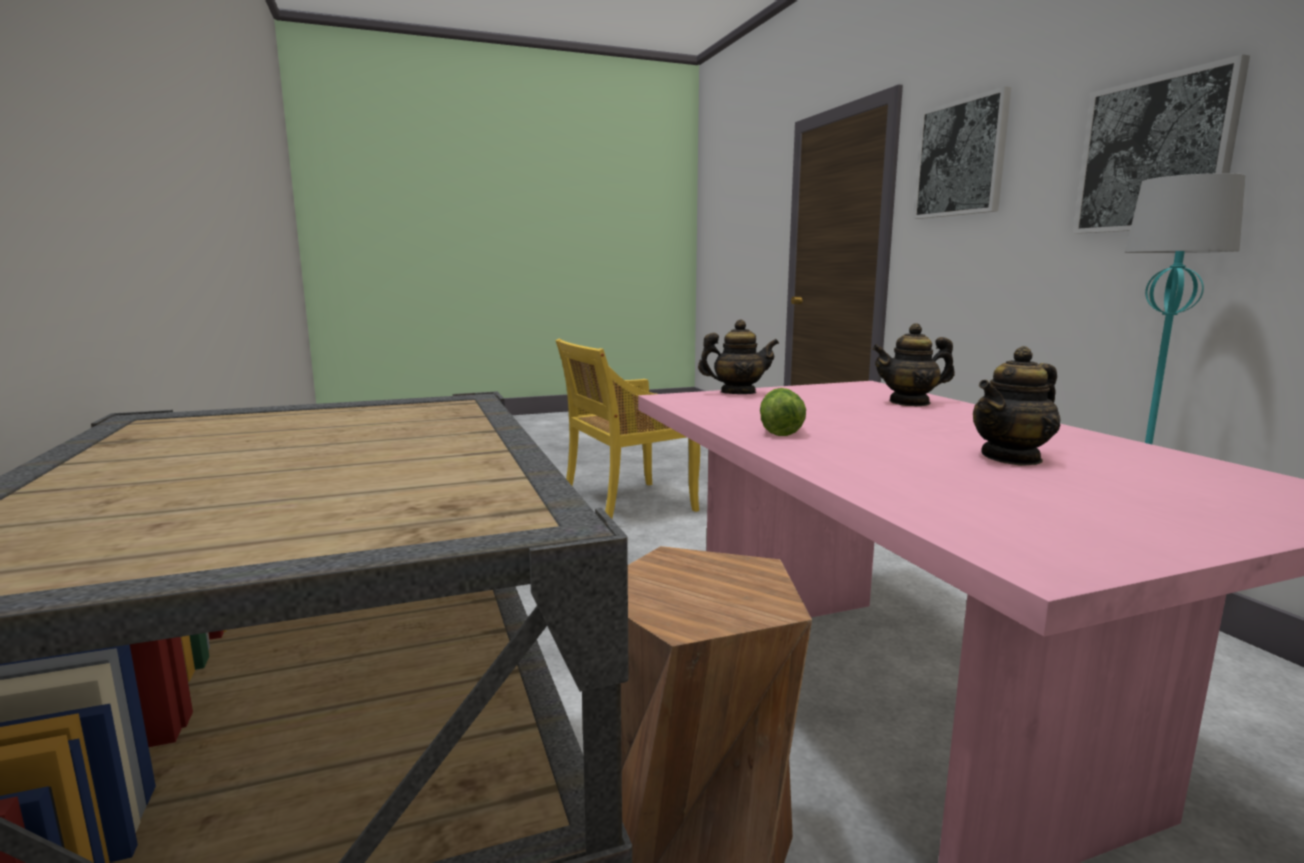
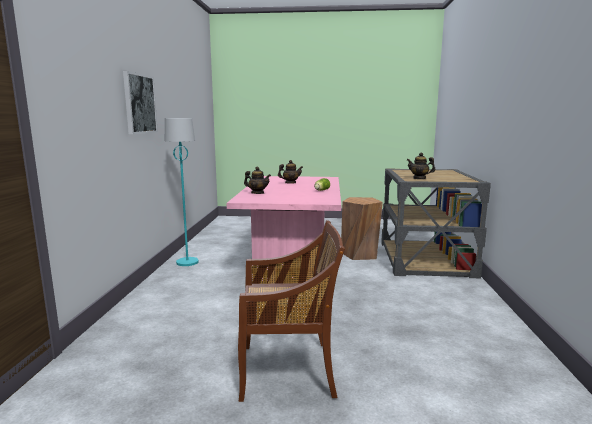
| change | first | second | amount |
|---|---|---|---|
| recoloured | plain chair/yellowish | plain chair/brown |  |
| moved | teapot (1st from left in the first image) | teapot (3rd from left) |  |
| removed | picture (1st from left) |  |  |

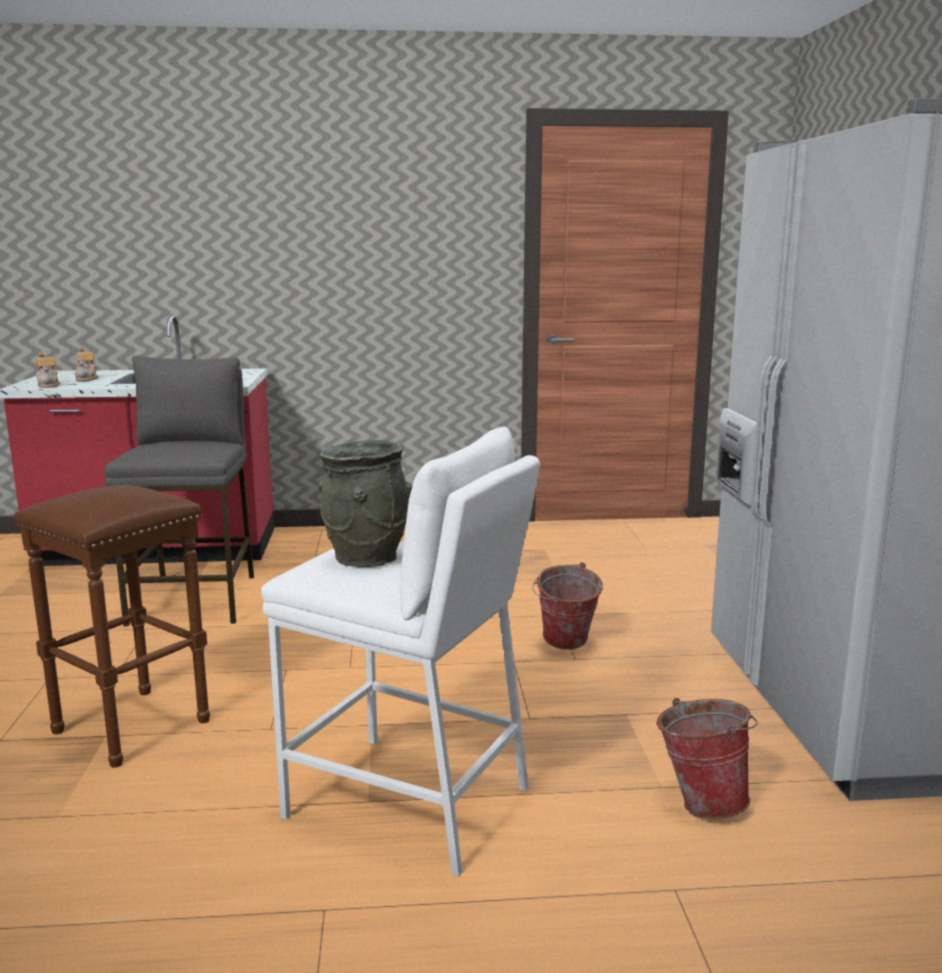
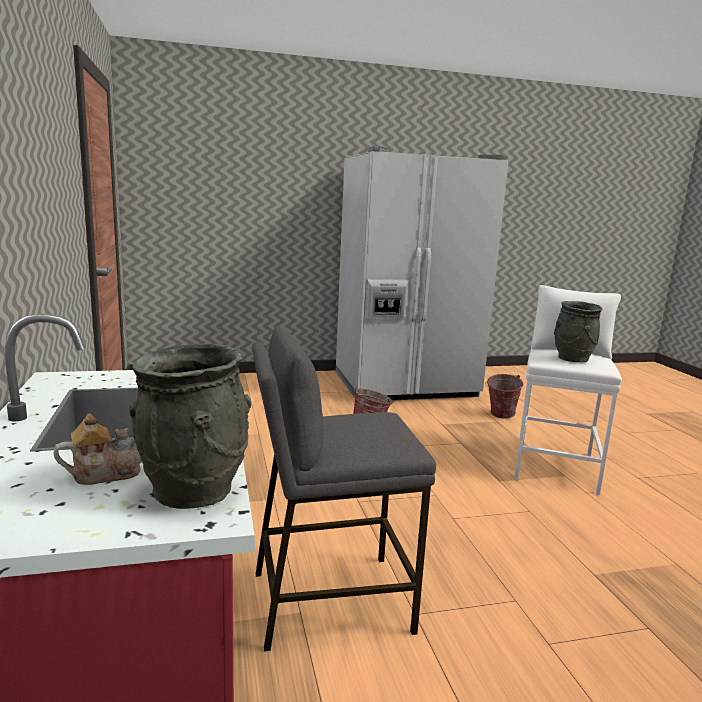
| change | first | second | amount |
|---|---|---|---|
| replaced | teapot (1st from left) | decorative vase/gray (1st from left) |  |
| removed | sitting stool/brown |  |  |

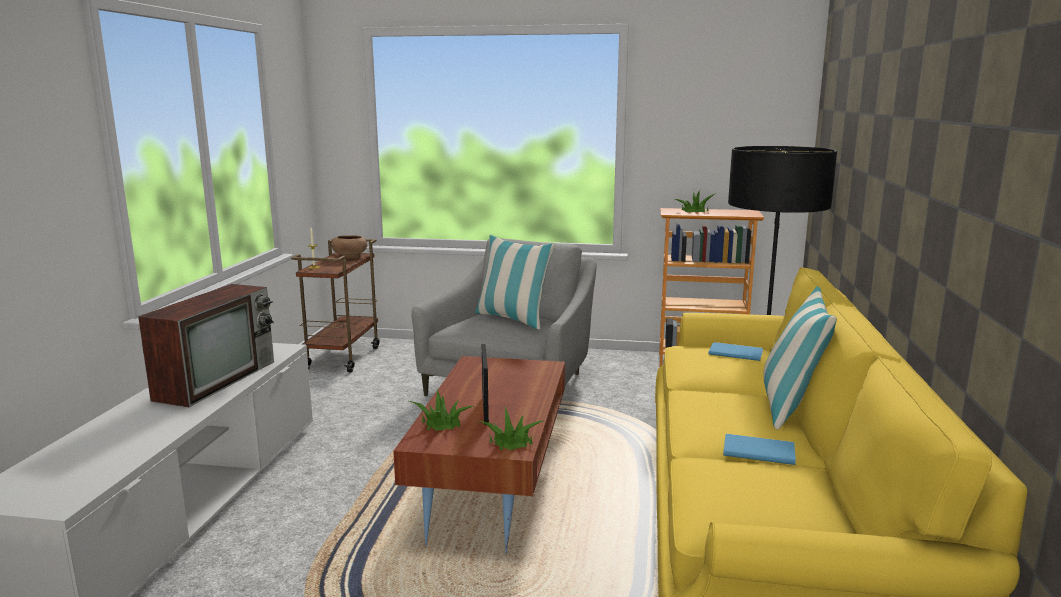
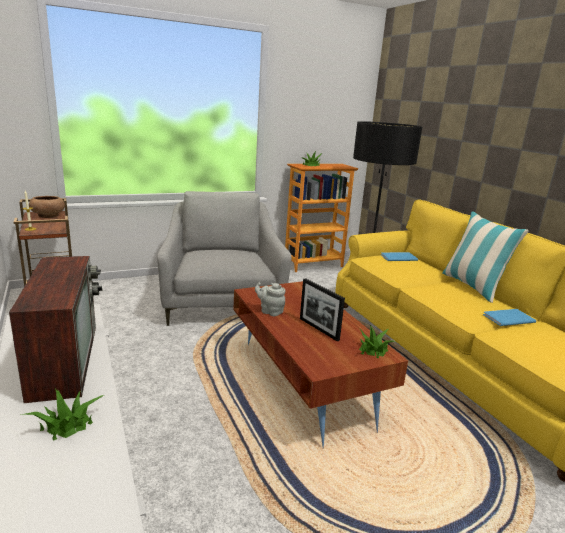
| change | first | second | amount |
|---|---|---|---|
| moved | plant in a pot (1st from left) |  |  |
| added |  | teapot/gray |  |
| removed | throw pillow (1st from left) |  |  |

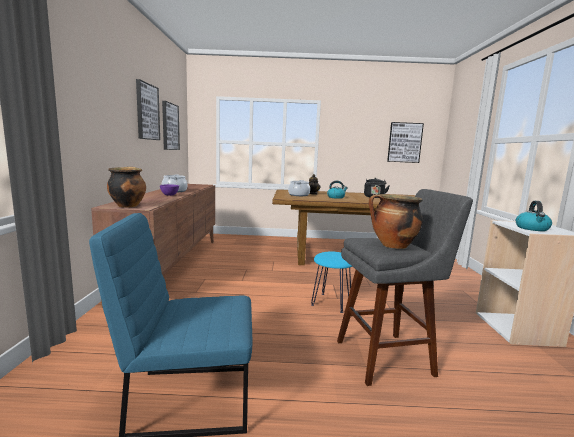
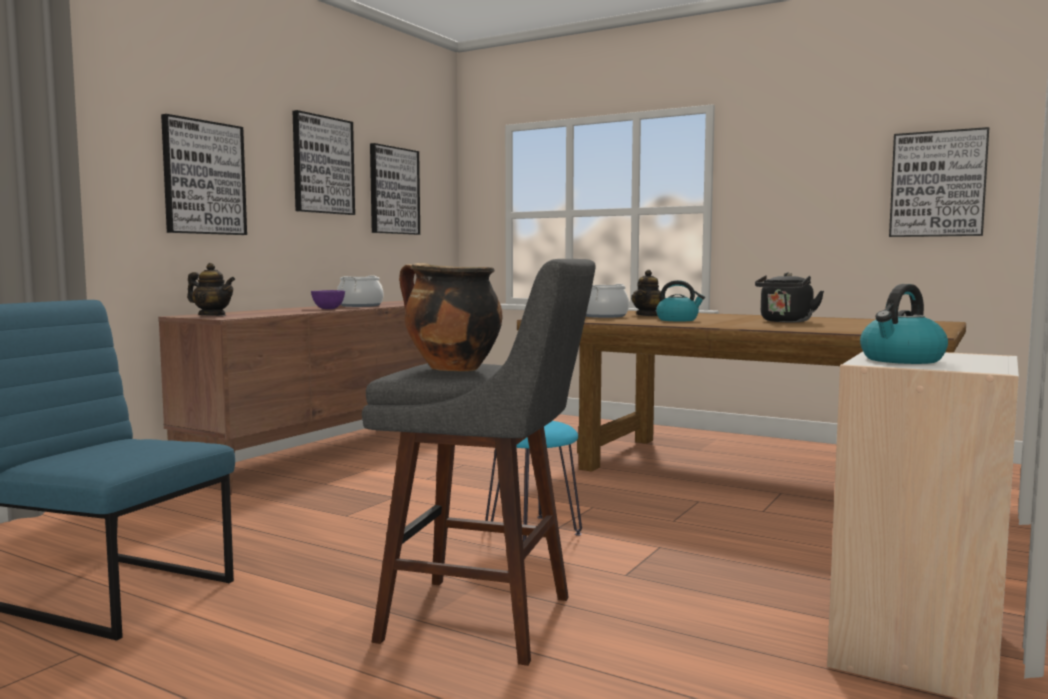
| change | first | second | amount |
|---|---|---|---|
| added |  | picture (1st from left) |  |
| replaced | stockpot (1st from left) | teapot (1st from left) |  |

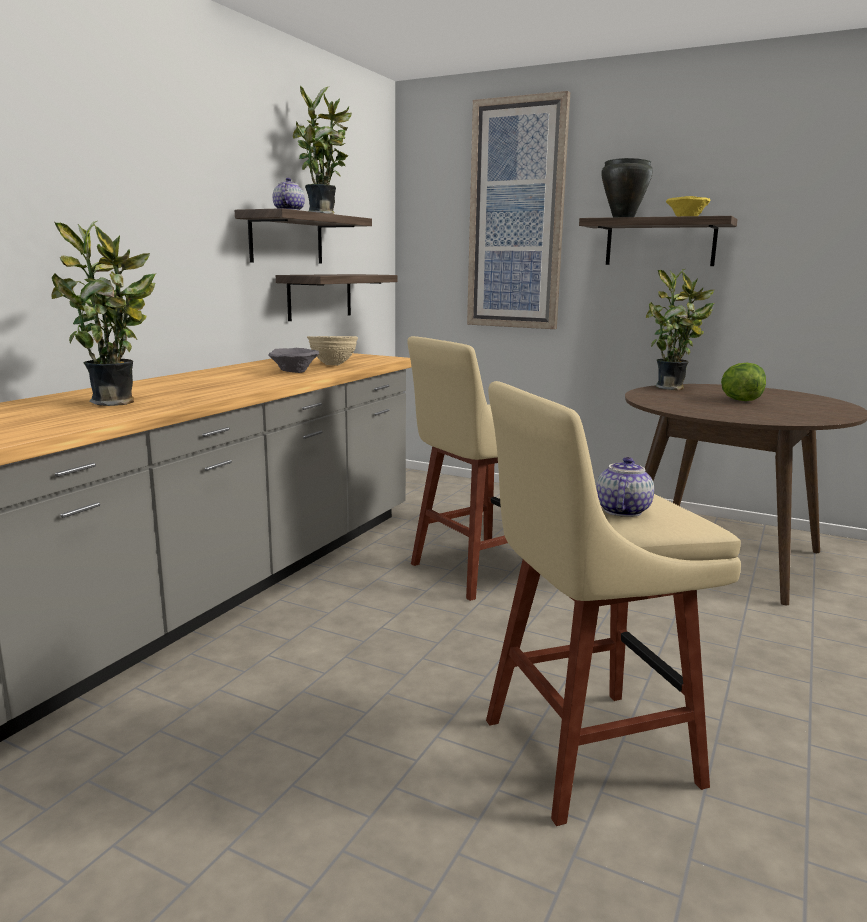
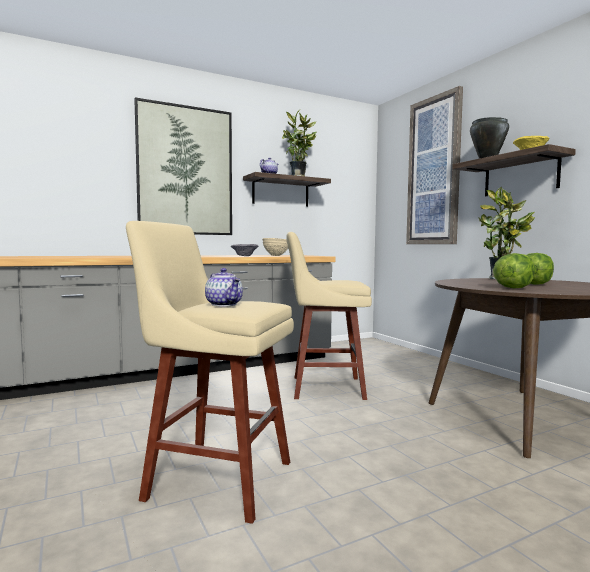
| change | first | second | amount |
|---|---|---|---|
| added |  | picture (1st from left) |  |
| turned | teapot (2nd from left in the first image) | teapot (1st from left) | 90 degrees clockwise |
| added |  | lettuce (1st from left) |  |
| removed | plant in a pot (1st from left) |  |  |
| removed | bracket shelf (2nd from left) |  |  |

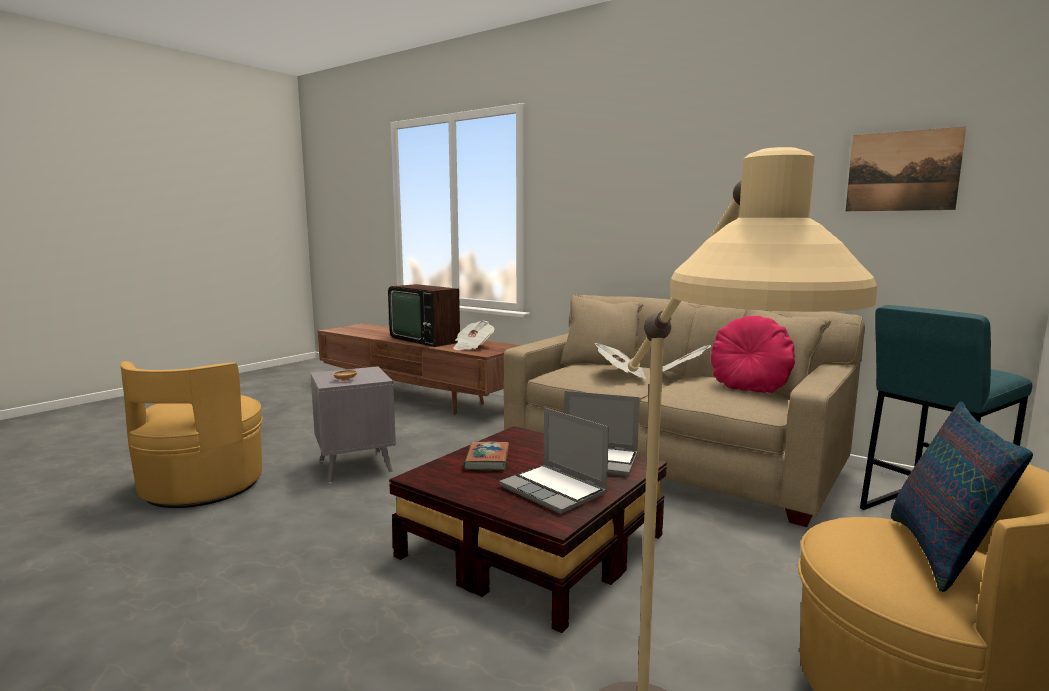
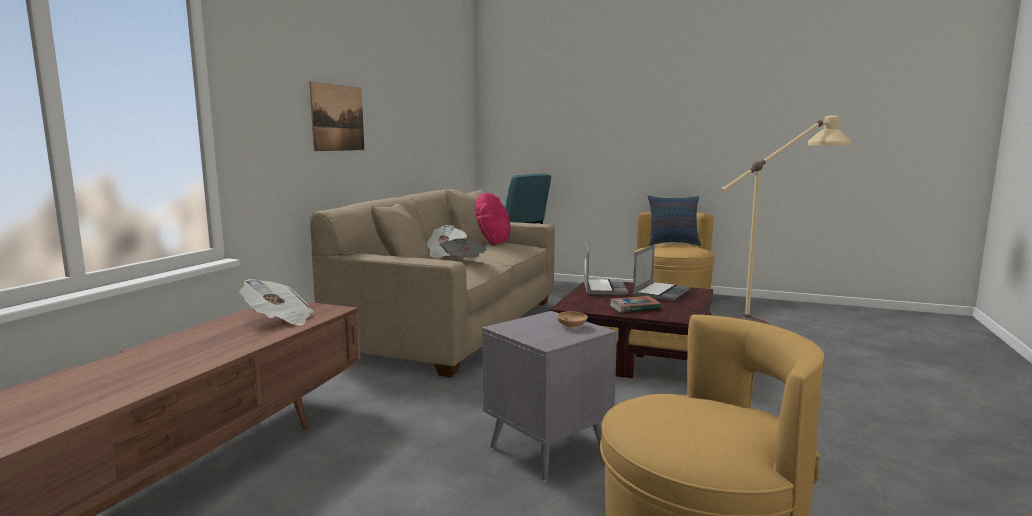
| change | first | second | amount |
|---|---|---|---|
| moved | picture |  |  |
| removed | TV set |  |  |

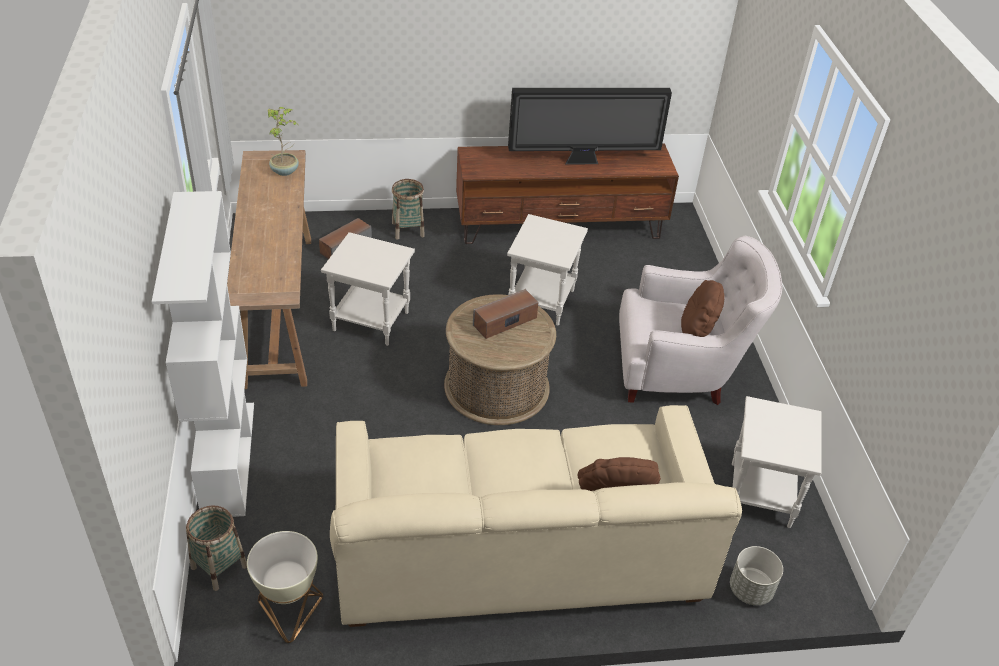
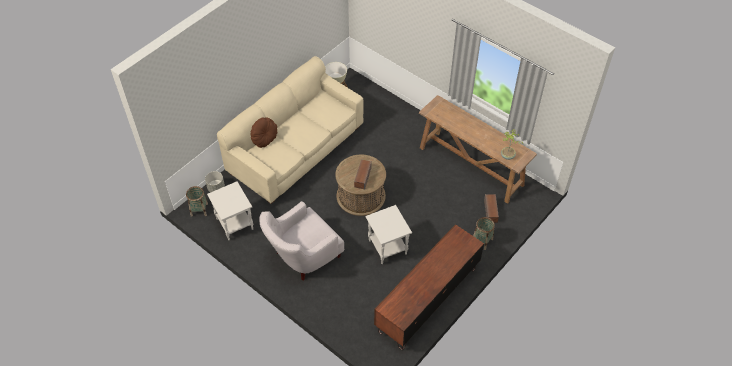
| change | first | second | amount |
|---|---|---|---|
| moved | storage basket (1st from left) |  |  |
| removed | shelving unit/white-coloured |  |  |
| removed | end table/white-coloured (1st from left) |  |  |
| removed | TV set |  |  |
| removed | throw pillow/brown (2nd from left) |  |  |

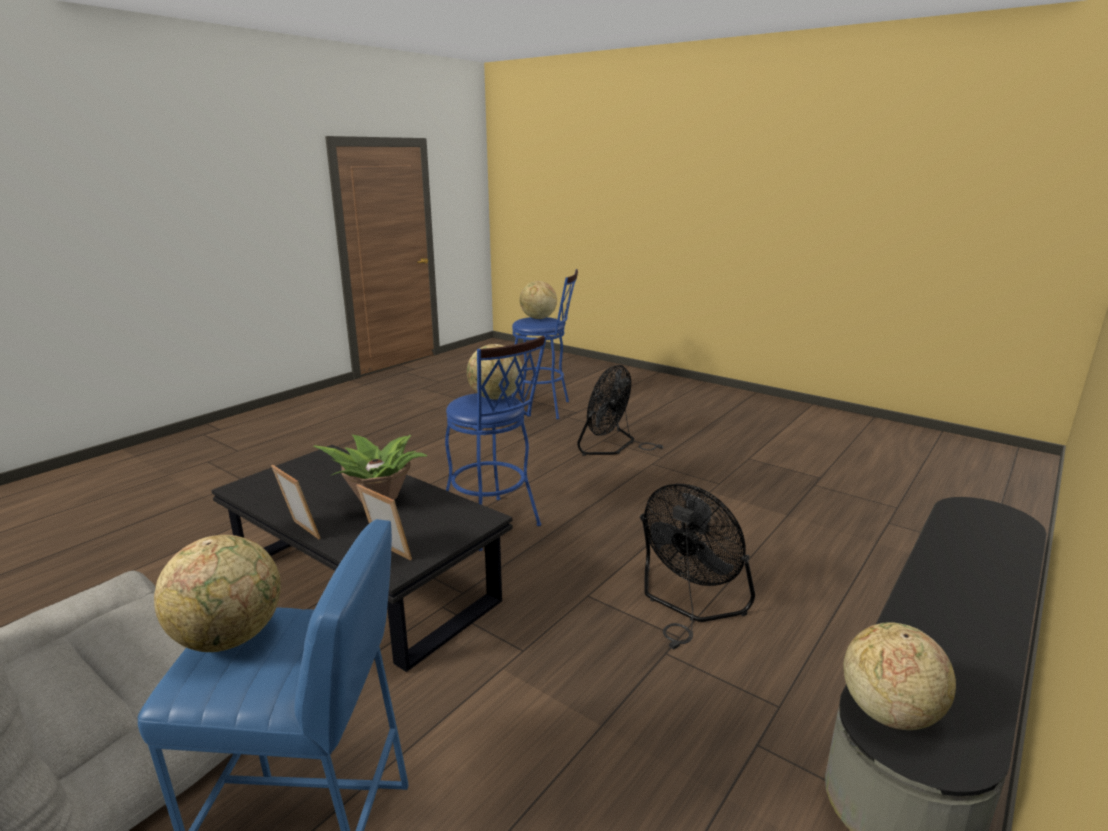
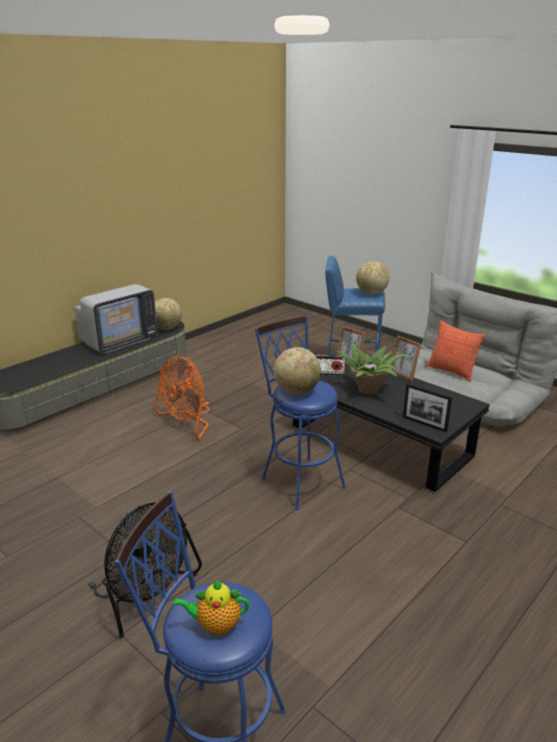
| change | first | second | amount |
|---|---|---|---|
| added |  | TV set |  |
| recoloured | fan/blackish (2nd from left) | fan/orange-coloured |  |
| replaced | world globe (3rd from left) | teapot |  |
| added |  | radio set |  |
| added |  | photo frame (3rd from left) |  |
| added |  | throw pillow/orange-coloured |  |

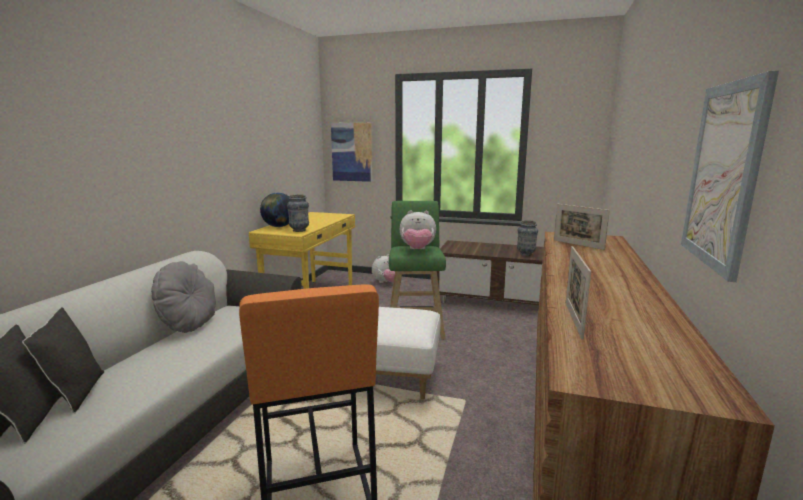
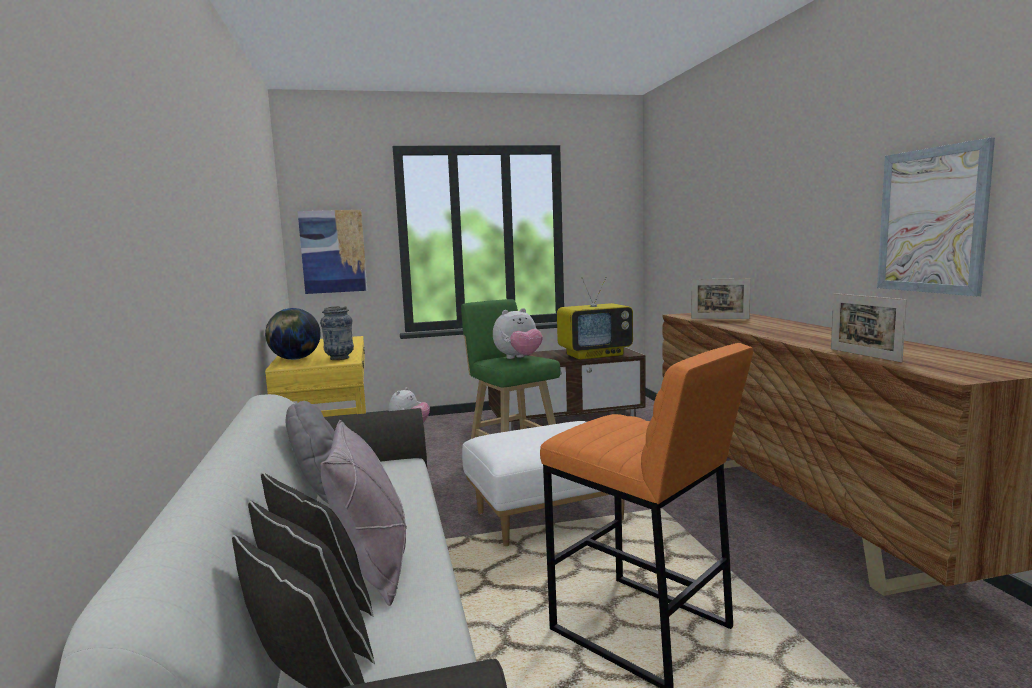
| change | first | second | amount |
|---|---|---|---|
| added |  | throw pillow/purple-coloured |  |
| replaced | decorative vase (2nd from left) | TV set |  |

